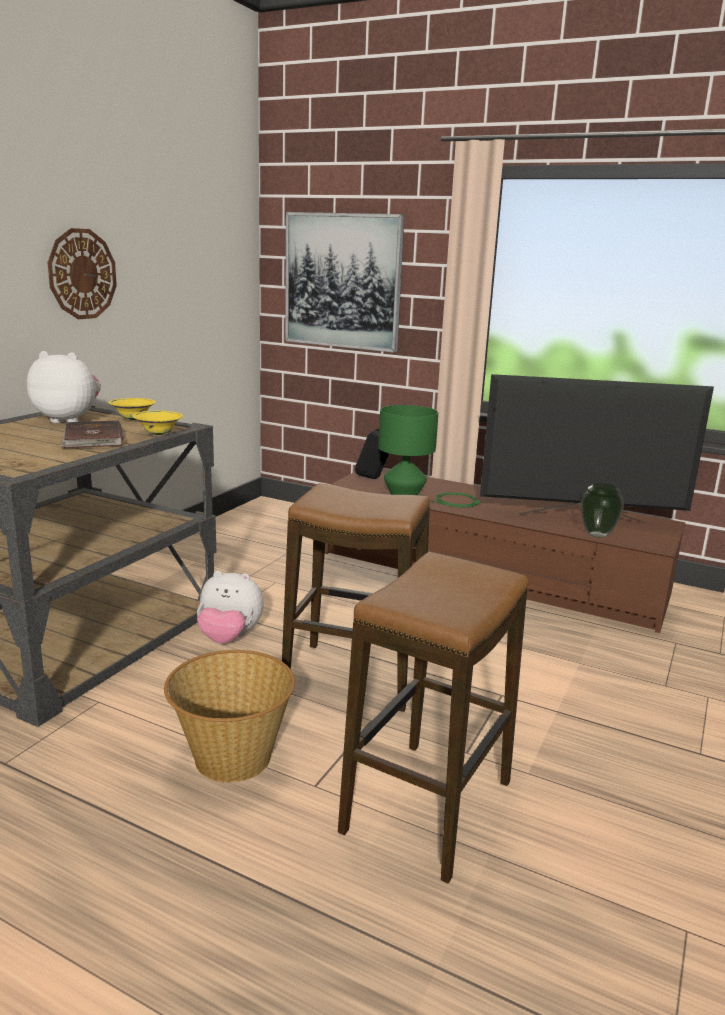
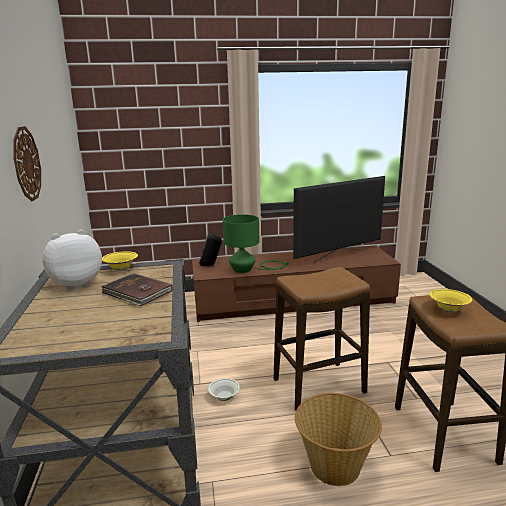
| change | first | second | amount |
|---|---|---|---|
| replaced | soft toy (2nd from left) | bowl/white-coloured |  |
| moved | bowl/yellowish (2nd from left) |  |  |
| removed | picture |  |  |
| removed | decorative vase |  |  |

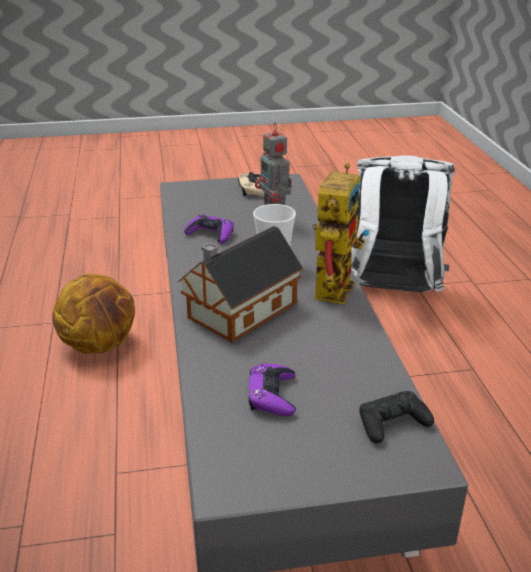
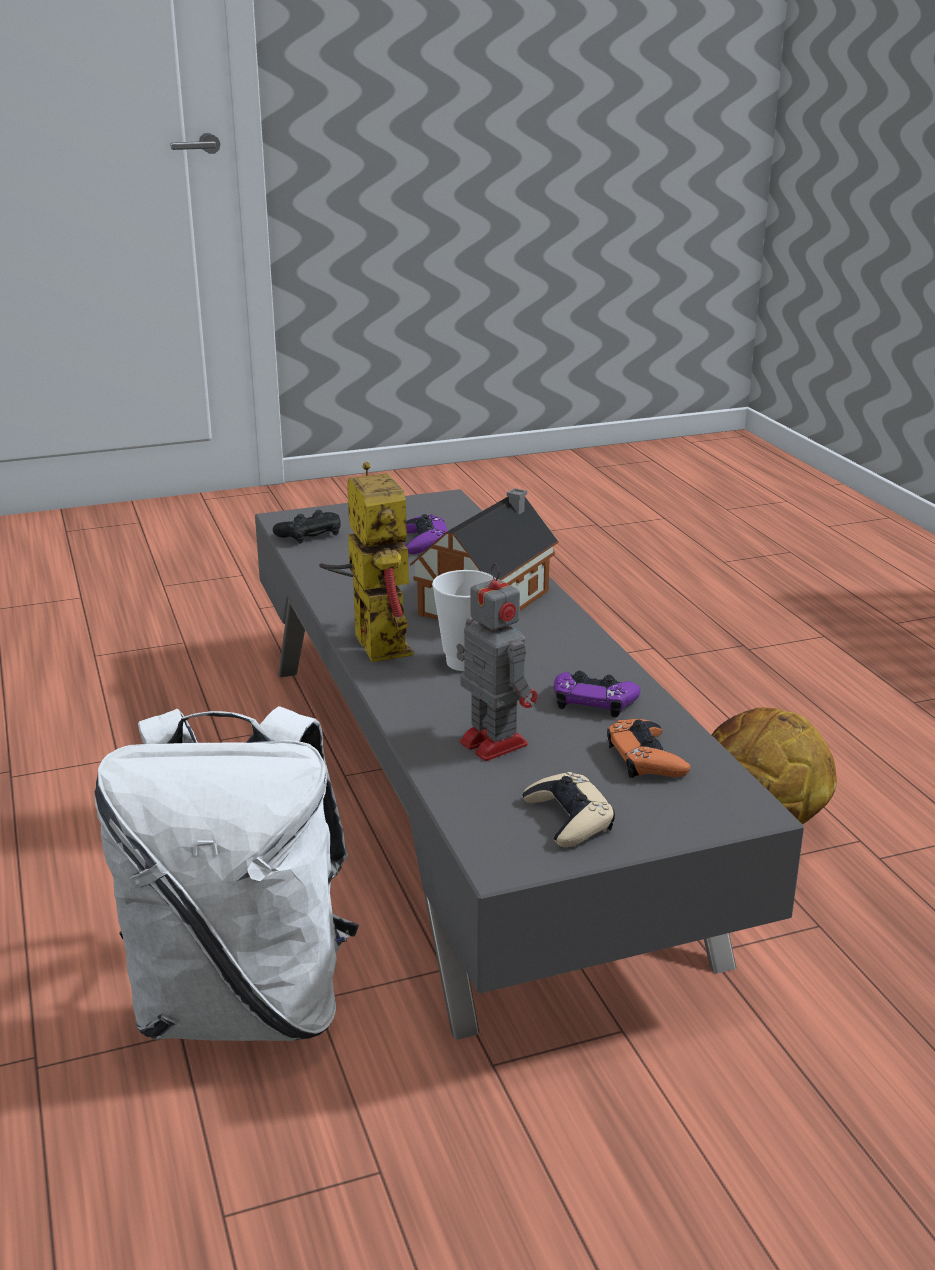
| change | first | second | amount |
|---|---|---|---|
| turned | robot figure (2nd from left in the first image) | robot figure (1st from left) | 150 degrees clockwise |
| added |  | game controller/orange-coloured |  |

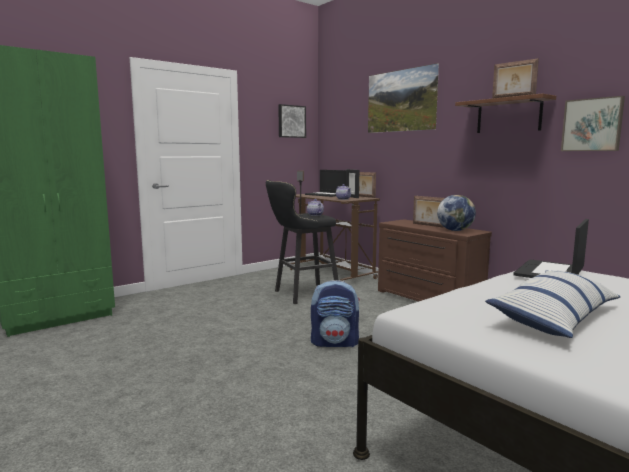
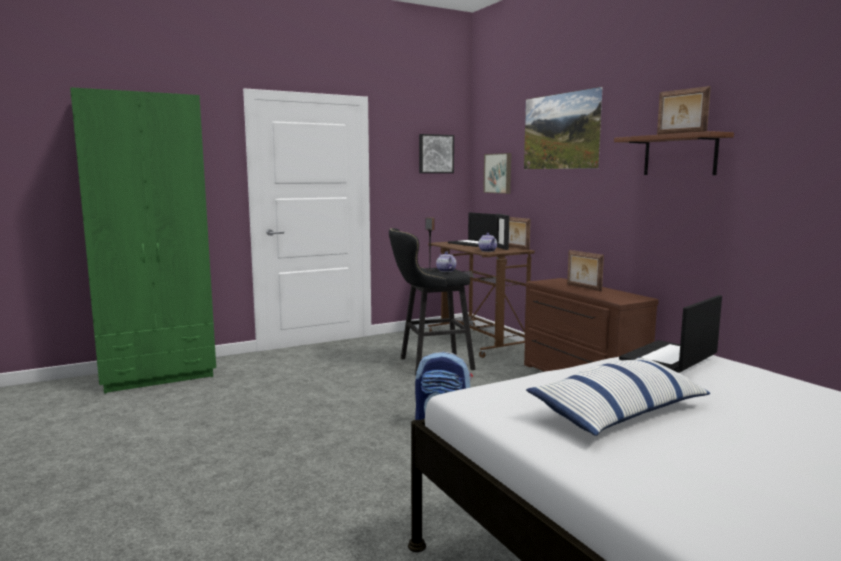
| change | first | second | amount |
|---|---|---|---|
| moved | picture (3rd from left in the first image) | picture (2nd from left) |  |
| removed | world globe |  |  |

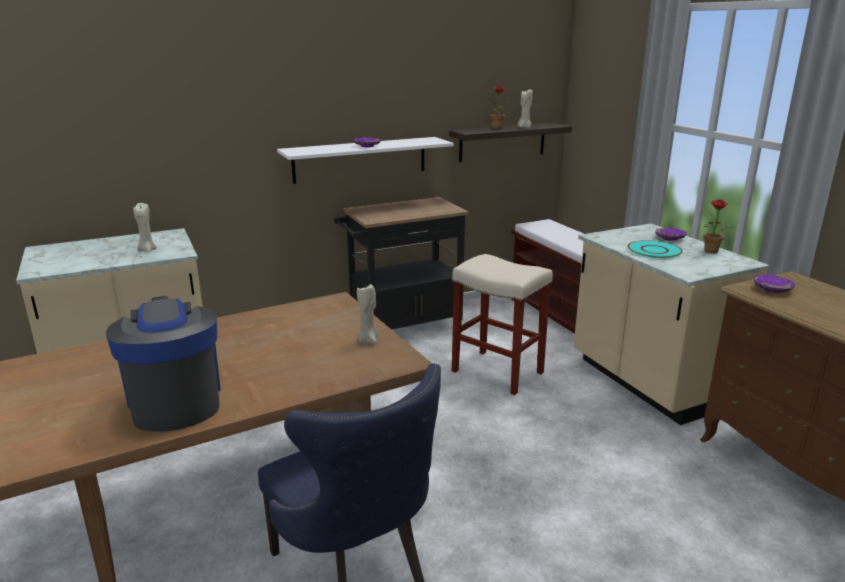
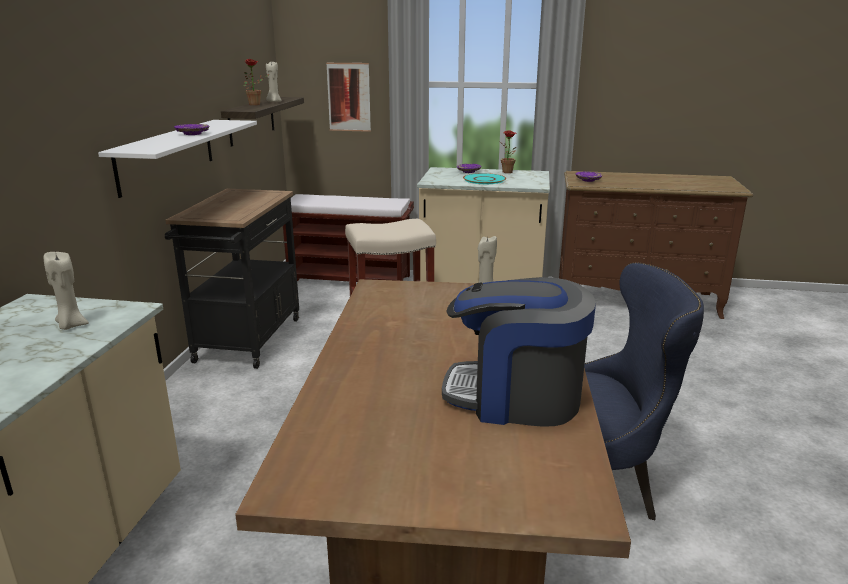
| change | first | second | amount |
|---|---|---|---|
| added |  | picture |  |

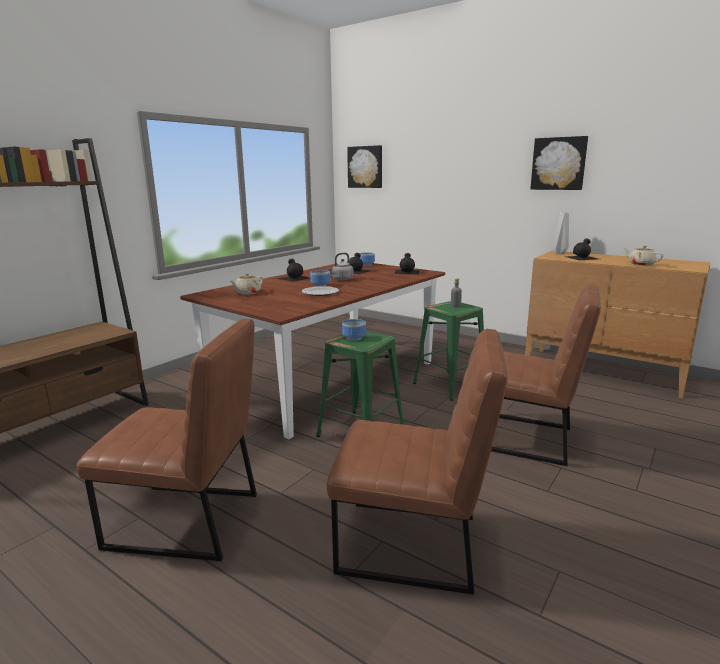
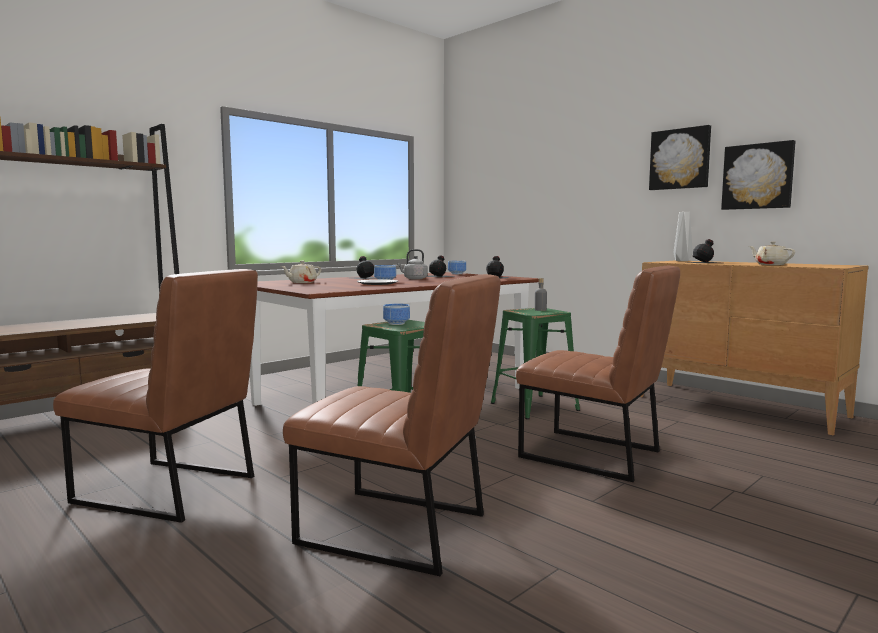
| change | first | second | amount |
|---|---|---|---|
| moved | picture (1st from left in the first image) | picture (2nd from left) |  |

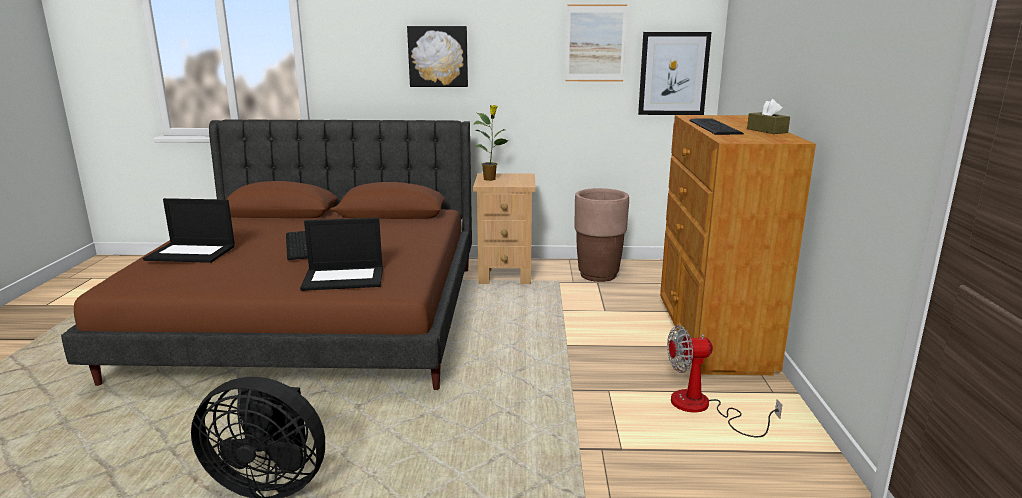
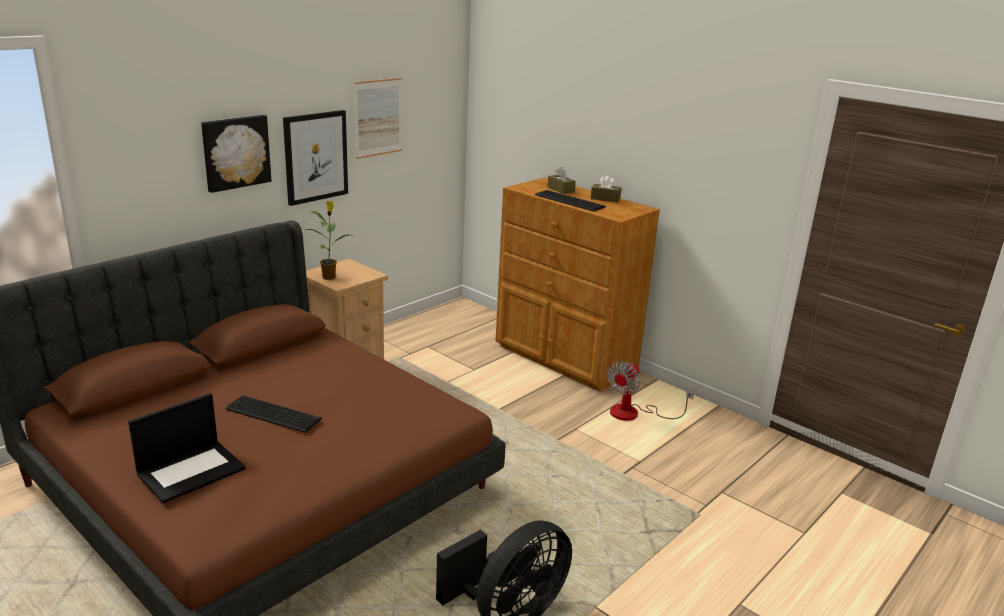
| change | first | second | amount |
|---|---|---|---|
| moved | picture (3rd from left in the first image) | picture (2nd from left) |  |
| added |  | tissue box/brown (1st from left) |  |
| removed | portable computer (2nd from left) |  |  |
| removed | flower pot/brown |  |  |

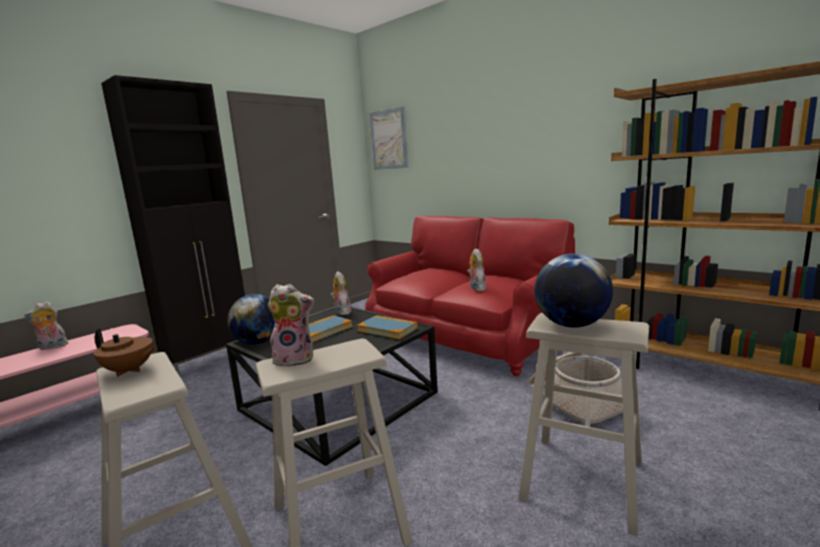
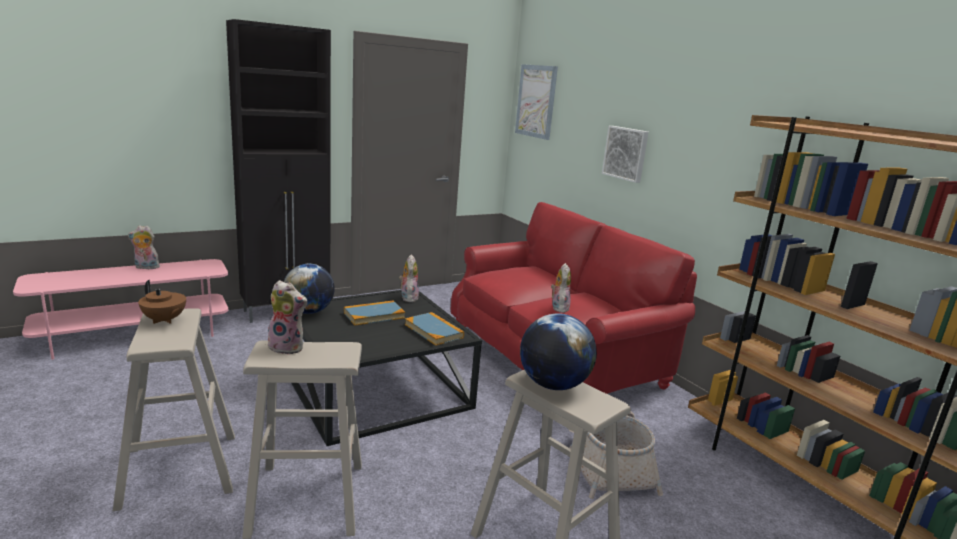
| change | first | second | amount |
|---|---|---|---|
| added |  | picture (2nd from left) |  |

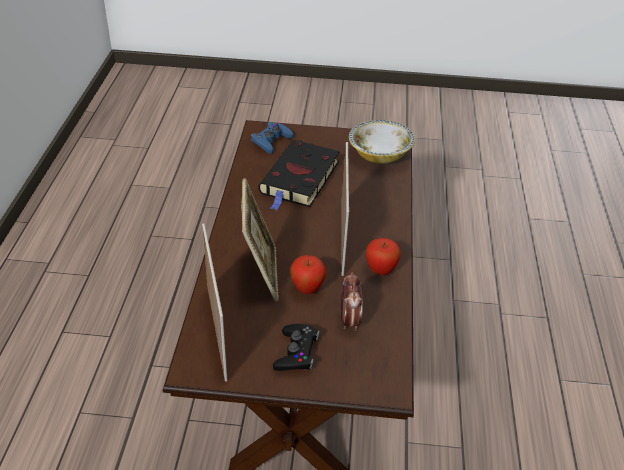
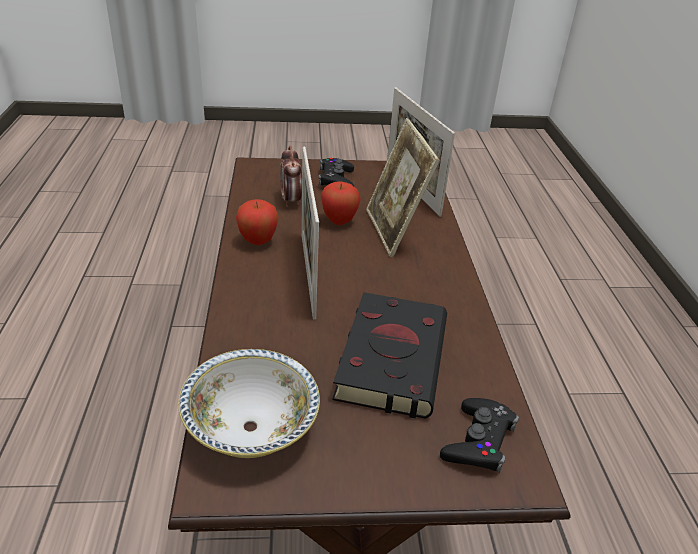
| change | first | second | amount |
|---|---|---|---|
| recoloured | game controller/blue-coloured | game controller/blackish (2nd from left) |  |

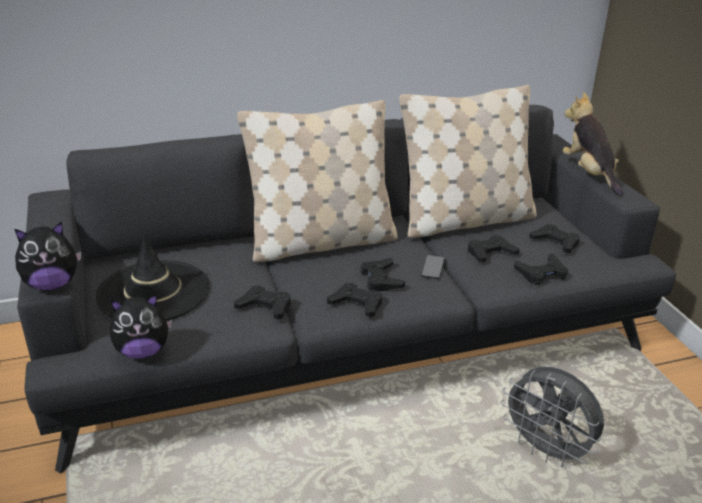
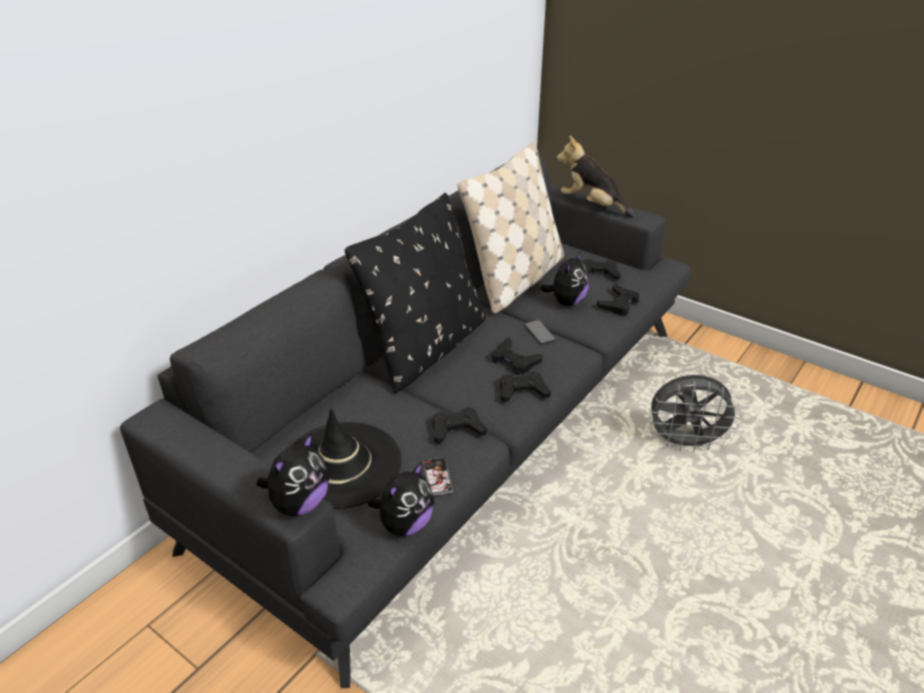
| change | first | second | amount |
|---|---|---|---|
| recoloured | throw pillow/sand-coloured (1st from left) | throw pillow/blackish |  |
| added |  | telephone (1st from left) |  |
| replaced | game controller/blackish (4th from left) | soft toy (3rd from left) |  |

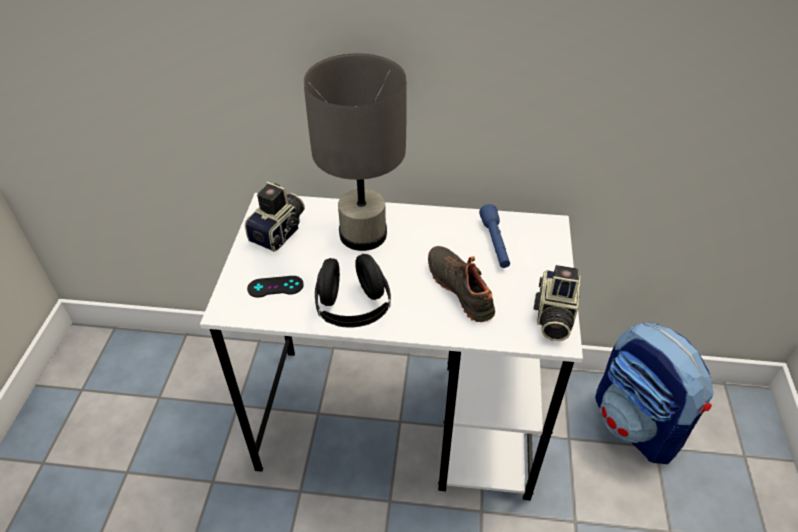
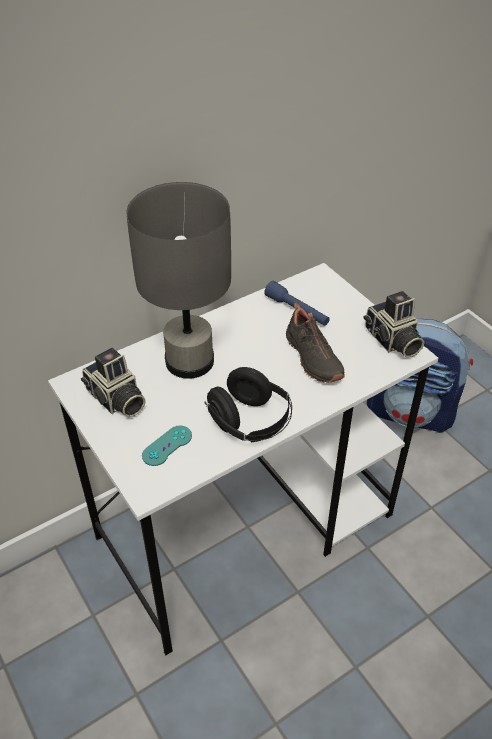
| change | first | second | amount |
|---|---|---|---|
| turned | still camera (1st from left) |  | 150 degrees clockwise |
| recoloured | game controller/blackish | game controller/blue-green |  |
| turned | low shoe/blackish |  | 135 degrees counterclockwise |

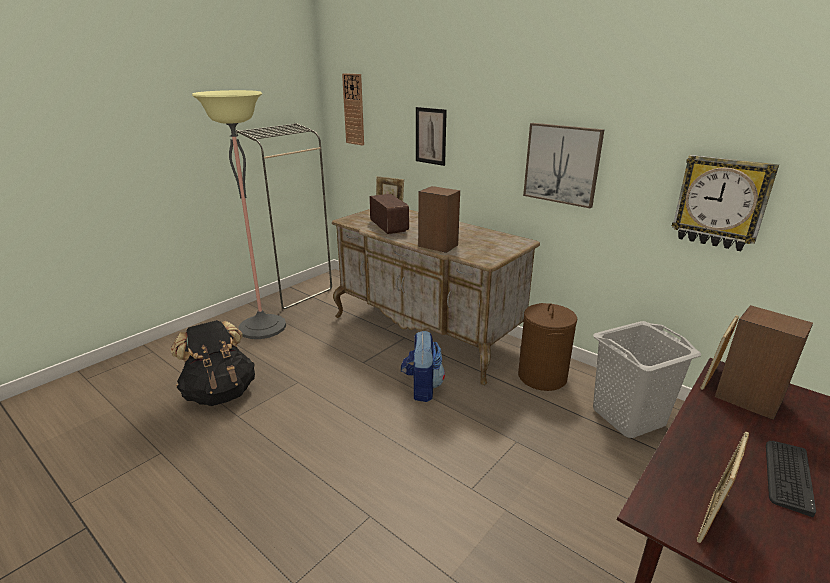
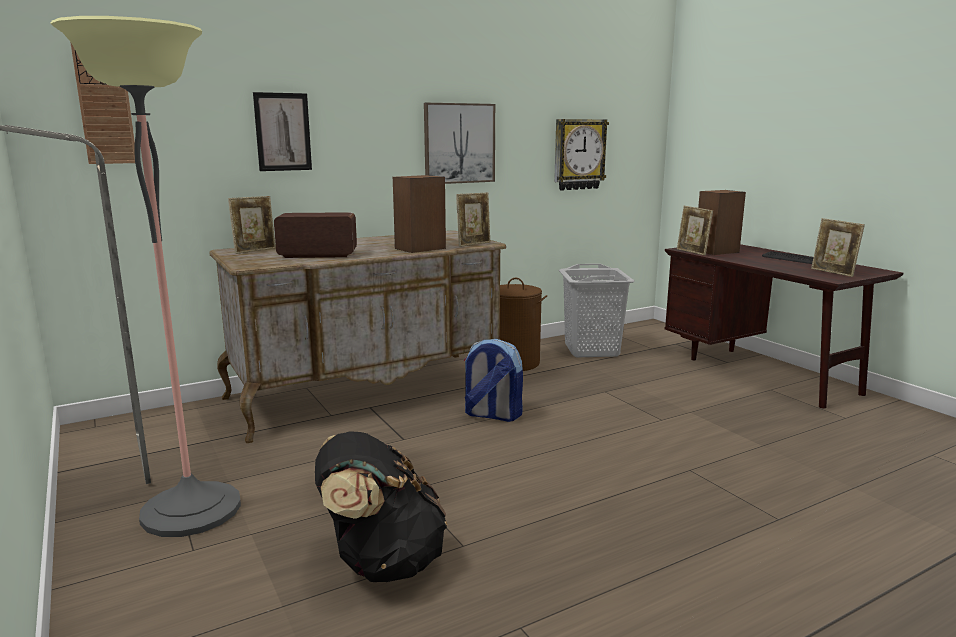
| change | first | second | amount |
|---|---|---|---|
| added |  | photo frame (2nd from left) |  |

